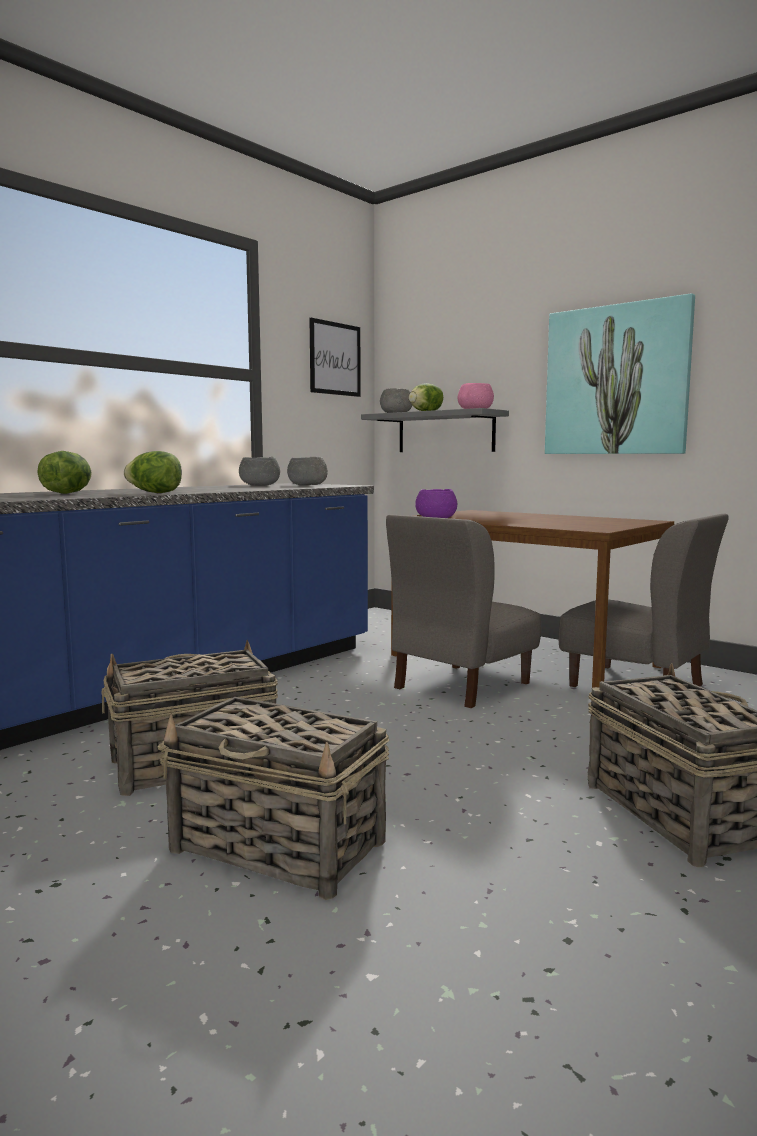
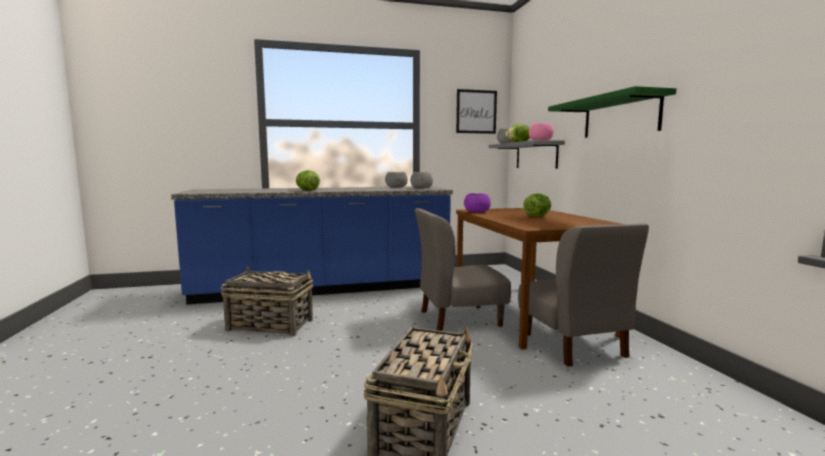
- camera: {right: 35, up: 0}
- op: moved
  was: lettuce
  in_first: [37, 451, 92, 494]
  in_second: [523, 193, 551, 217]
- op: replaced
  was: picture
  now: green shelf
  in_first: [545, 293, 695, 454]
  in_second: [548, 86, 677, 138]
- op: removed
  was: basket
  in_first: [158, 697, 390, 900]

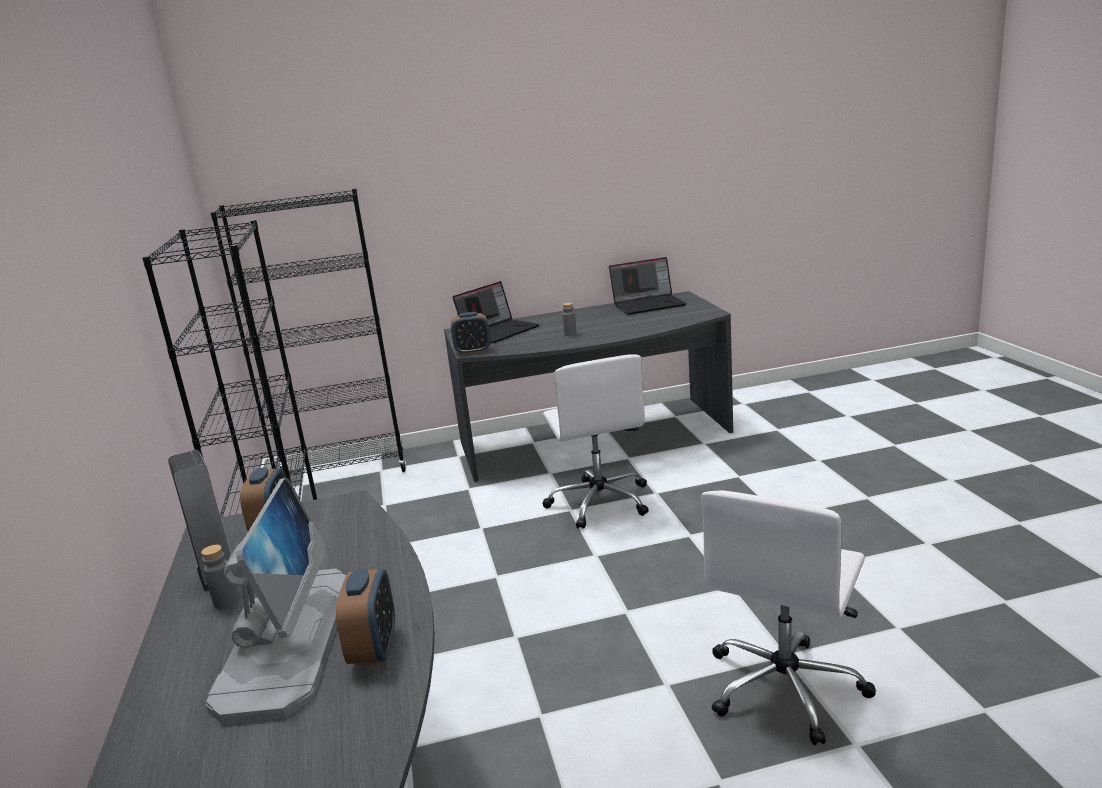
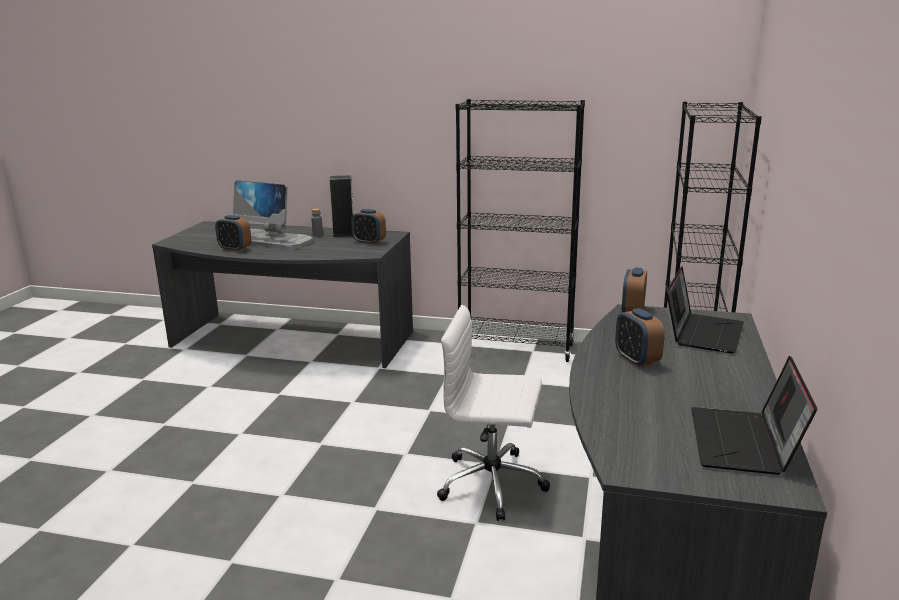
- camera: {right: 115, up: 0}
- op: replaced
  was: grey bottle
  now: alarm clock
  in_first: [563, 303, 577, 336]
  in_second: [615, 308, 665, 367]
- op: turned
  was: laptop
  in_first: [453, 281, 540, 343]
  in_second: [666, 266, 744, 354]
  clockwise: -135
- op: removed
  was: white office chair
  in_first: [701, 490, 876, 745]

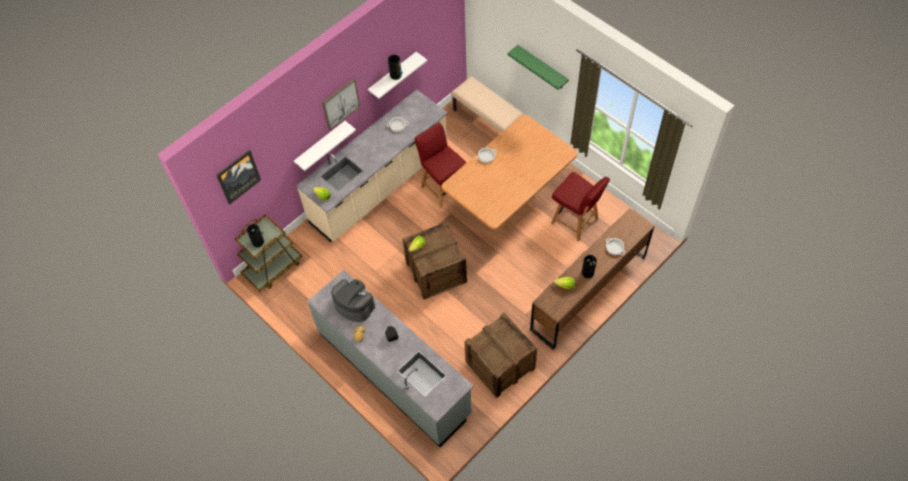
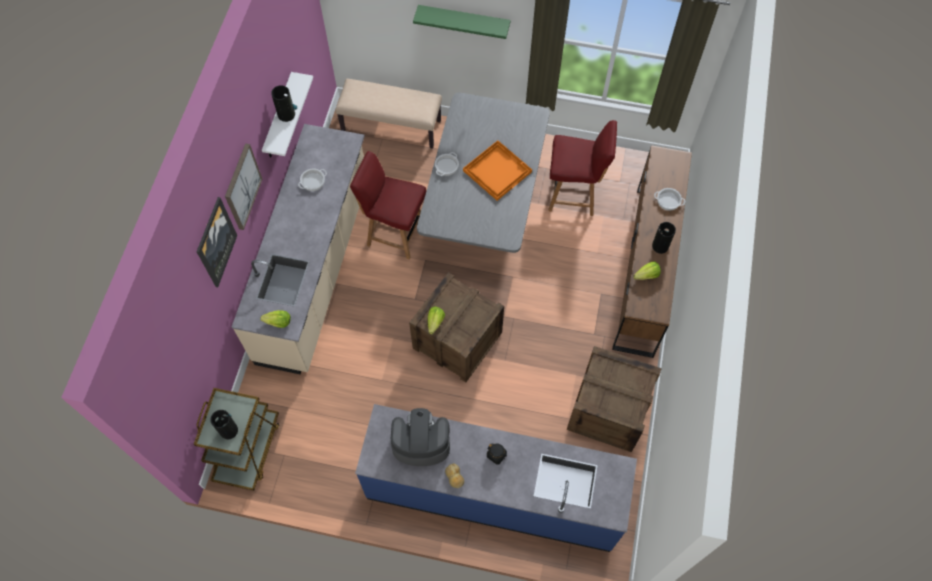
- camera: {right: -35, up: 5}
- op: moved
  was: picture
  in_first: [216, 150, 261, 205]
  in_second: [197, 197, 237, 287]
- op: recoloured
  was: grey counter
  now: blue counter
  in_first: [307, 270, 474, 447]
  in_second: [355, 404, 637, 552]
- op: recoloured
  was: brown dining table
  now: grey dining table
  in_first: [442, 115, 578, 230]
  in_second: [417, 93, 550, 253]
- op: added
  now: orange tray
  in_second: [463, 140, 532, 201]
- op: removed
  was: white shelf
  in_first: [294, 121, 356, 171]

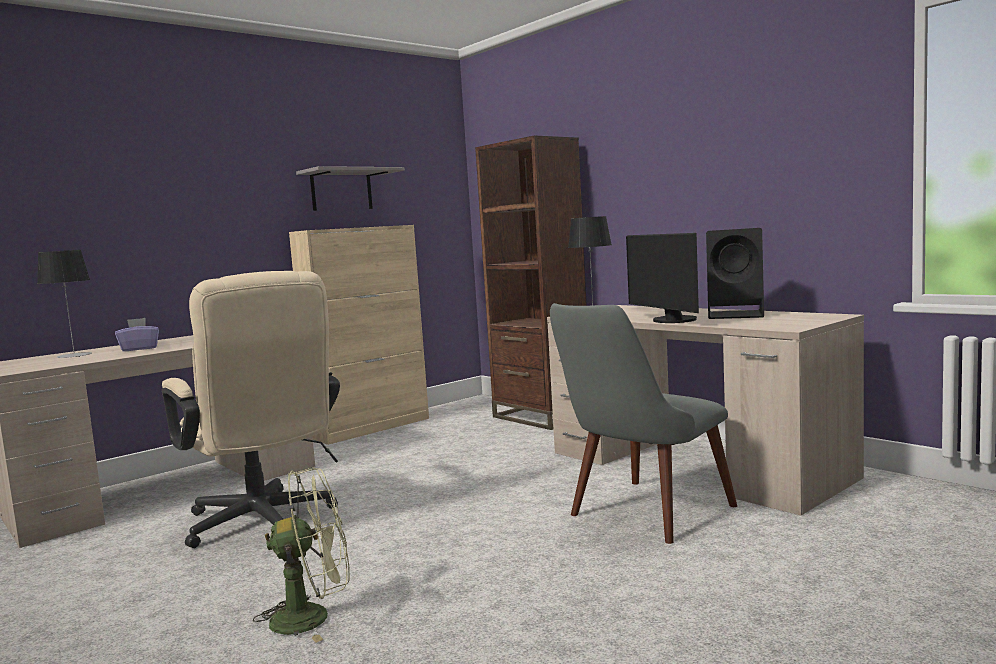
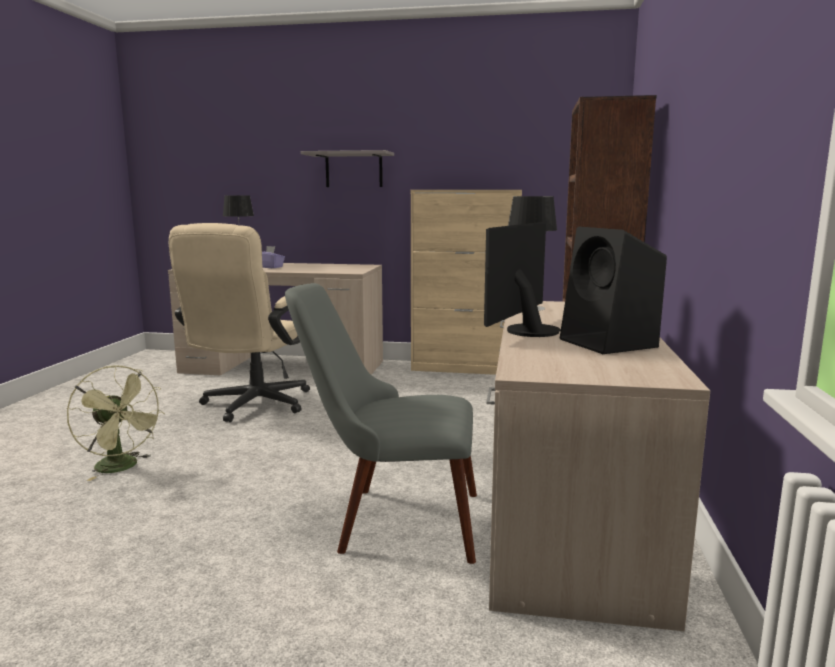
- camera: {right: 50, up: 5}
- op: moved
  was: grey shelf
  in_first: [296, 166, 405, 211]
  in_second: [301, 150, 394, 187]

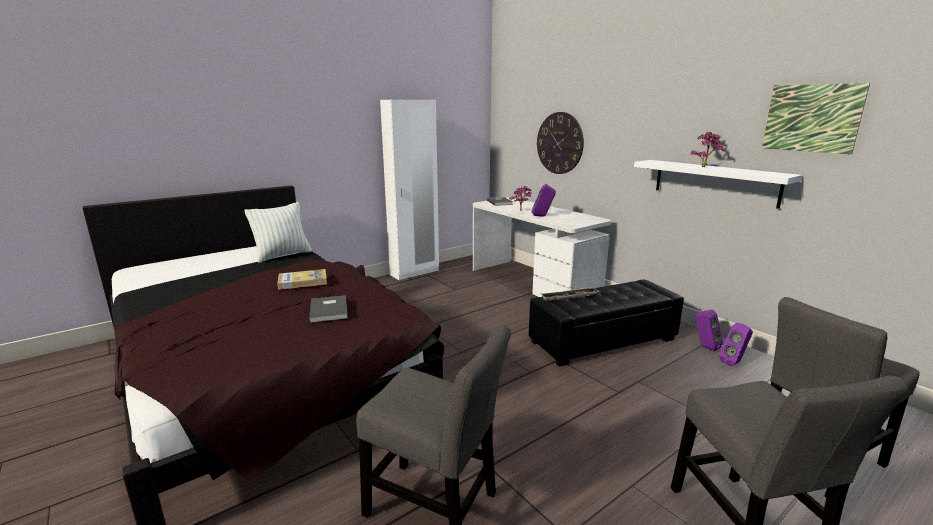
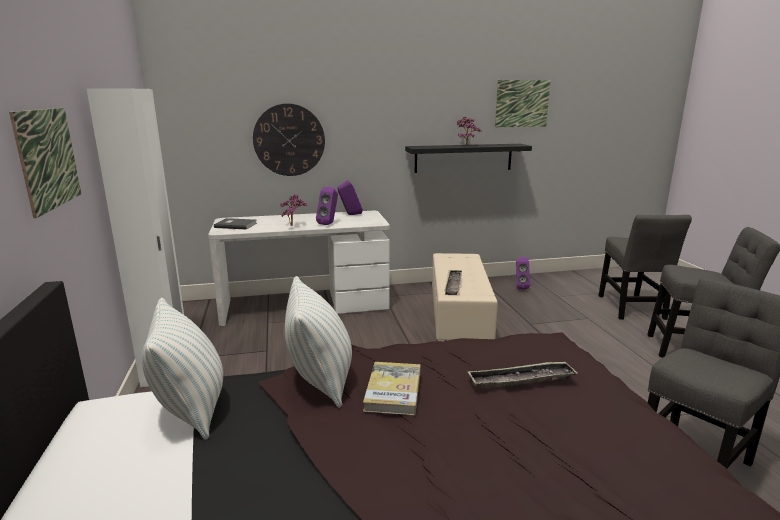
- camera: {right: -65, up: 0}
- op: added
  now: picture
  in_second: [9, 108, 81, 218]
- op: added
  now: pillow
  in_second: [285, 276, 352, 408]
- op: moved
  was: purple speaker
  in_first: [695, 309, 723, 351]
  in_second: [338, 180, 363, 215]
- op: recoloured
  was: white shelf
  now: black shelf
  in_first: [634, 160, 802, 209]
  in_second: [405, 144, 532, 173]
- op: recoloured
  was: black ottoman
  now: beige ottoman
  in_first: [529, 280, 684, 367]
  in_second: [432, 253, 498, 342]
- op: replaced
  was: grey book
  now: tray
  in_first: [309, 295, 348, 323]
  in_second: [468, 361, 577, 389]

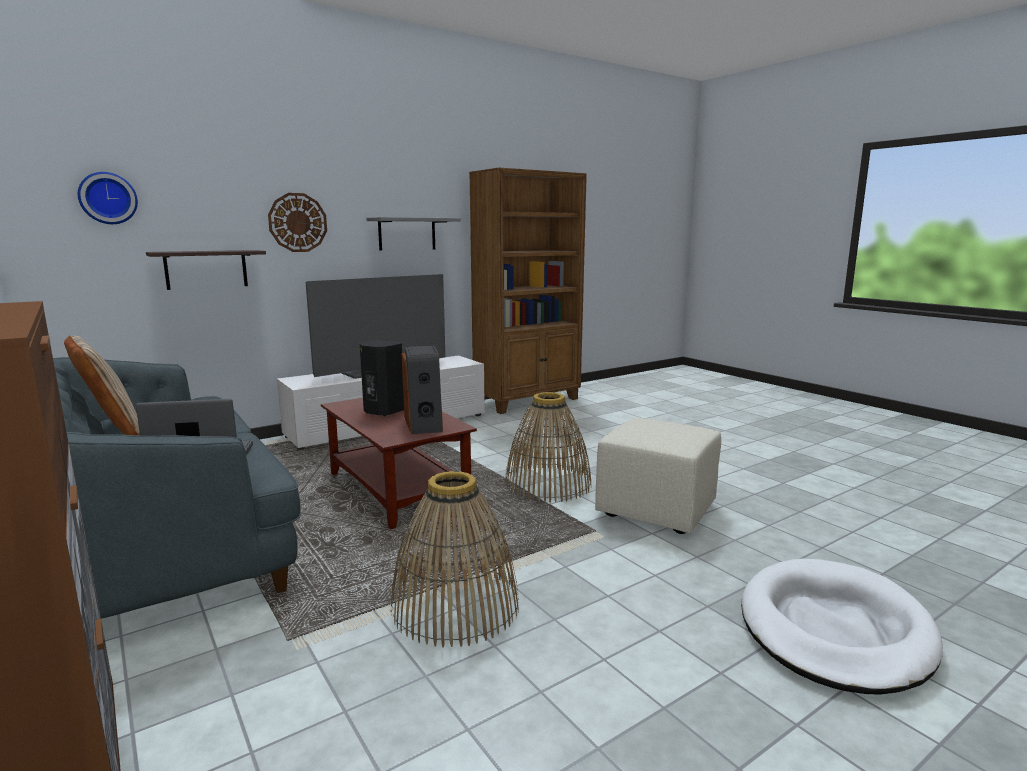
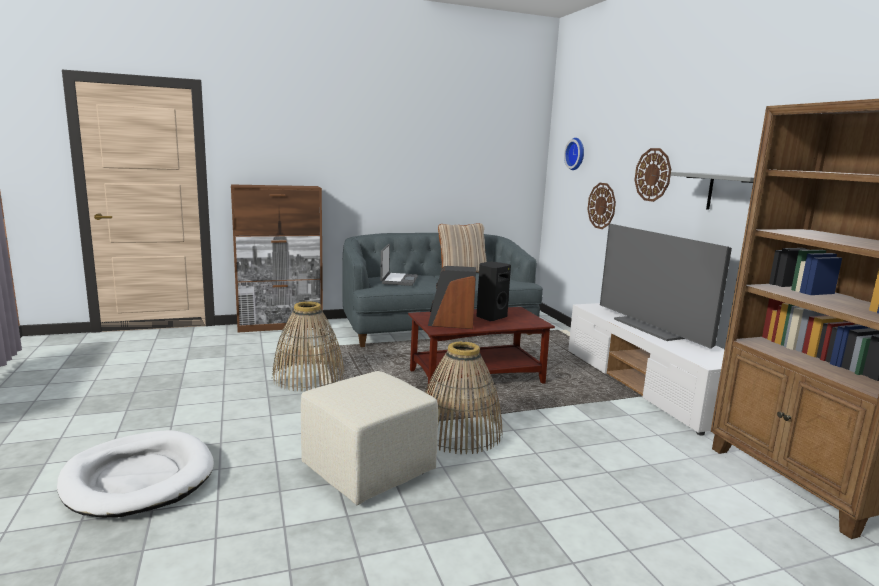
- camera: {right: 105, up: 0}
- op: replaced
  was: shelf
  now: wall clock
  in_first: [146, 250, 266, 290]
  in_second: [587, 183, 616, 229]

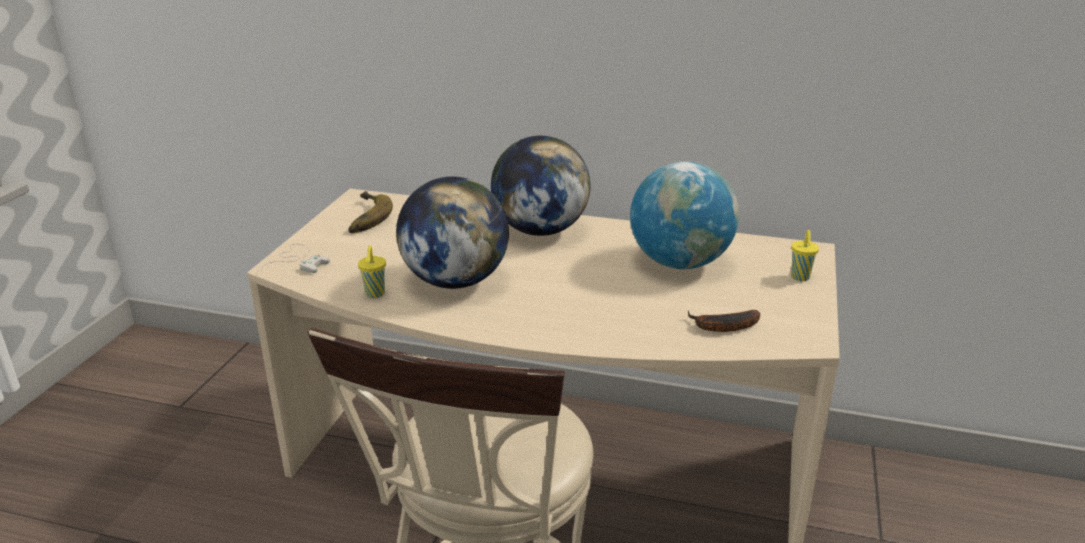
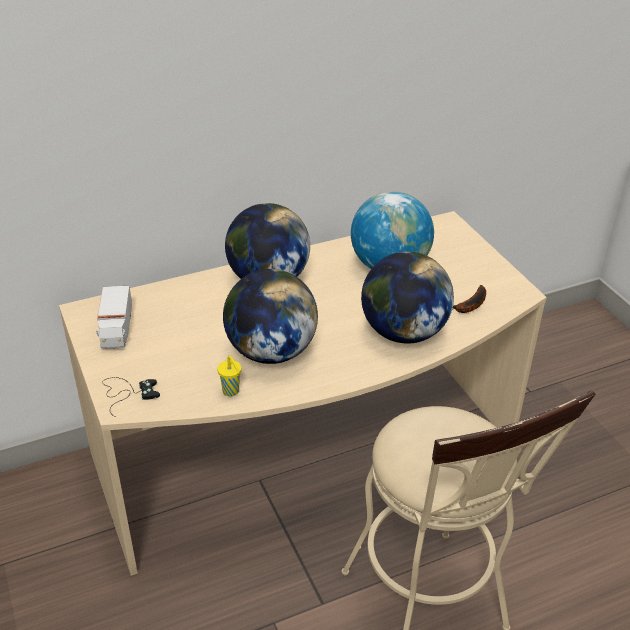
- camera: {right: -40, up: 10}
- op: replaced
  was: banana
  now: toy truck
  in_first: [348, 191, 393, 233]
  in_second: [96, 286, 132, 349]
- op: recoloured
  was: white game controller
  now: black game controller
  in_first: [261, 244, 330, 273]
  in_second: [102, 377, 160, 417]
- op: added
  now: globe
  in_second: [361, 251, 454, 344]
- op: removed
  was: yellow cup
  in_first: [791, 230, 819, 281]

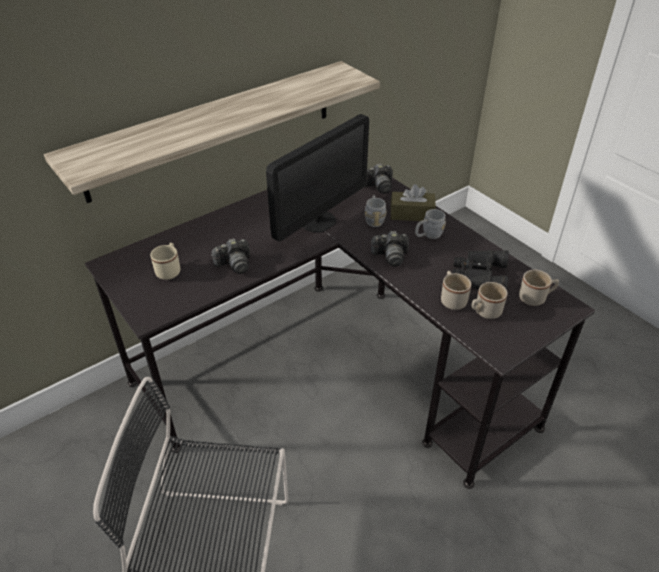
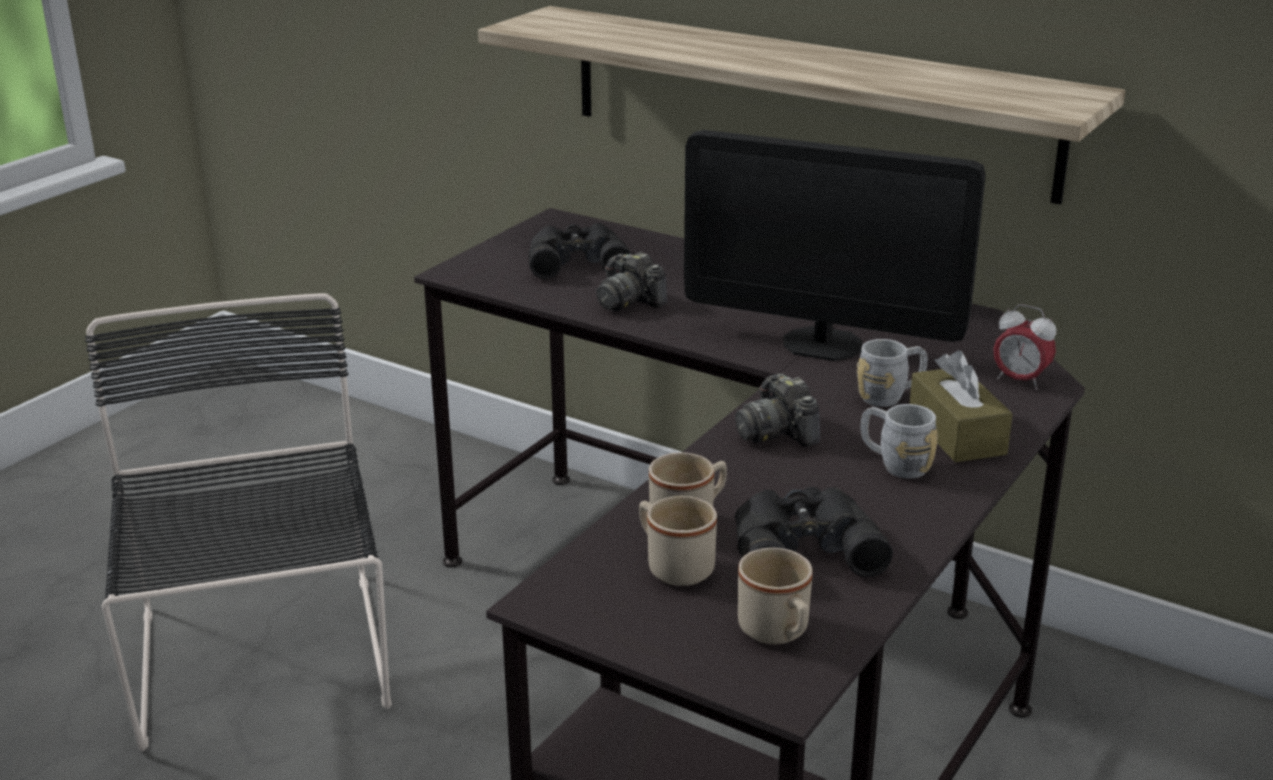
- camera: {right: 70, up: -15}
- op: replaced
  was: beige mug
  now: black binoculars
  in_first: [150, 243, 180, 280]
  in_second: [528, 223, 632, 279]
- op: replaced
  was: photo camera
  now: alarm clock
  in_first: [364, 163, 393, 194]
  in_second: [993, 304, 1056, 390]

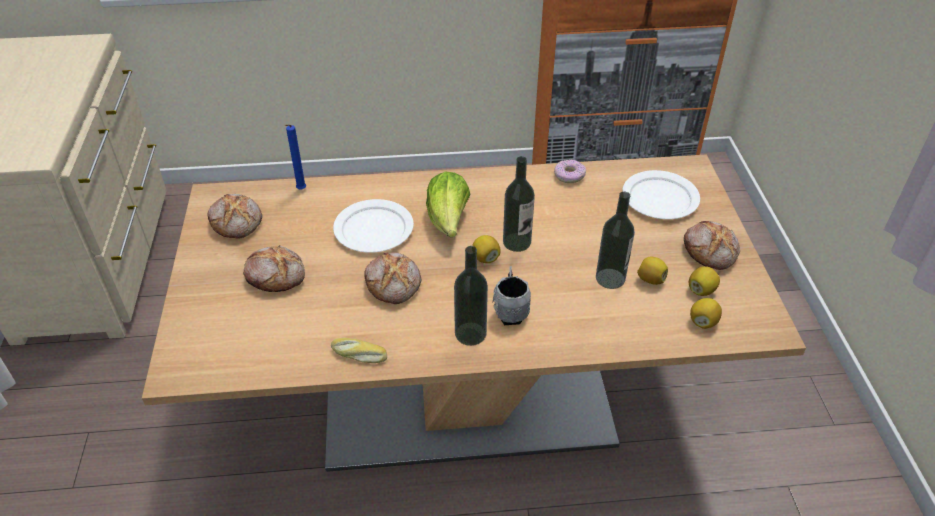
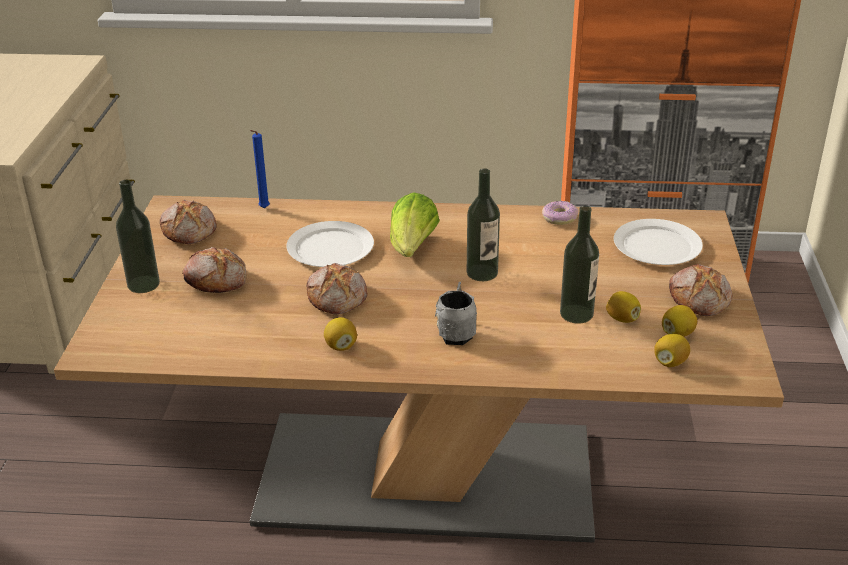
- camera: {right: 10, up: -10}
- op: moved
  was: bottle
  in_first: [454, 246, 488, 346]
  in_second: [116, 180, 160, 293]
- op: moved
  was: lemon
  in_first: [472, 235, 501, 263]
  in_second: [324, 317, 357, 351]
- op: removed
  was: bread
  in_first: [331, 338, 387, 363]

